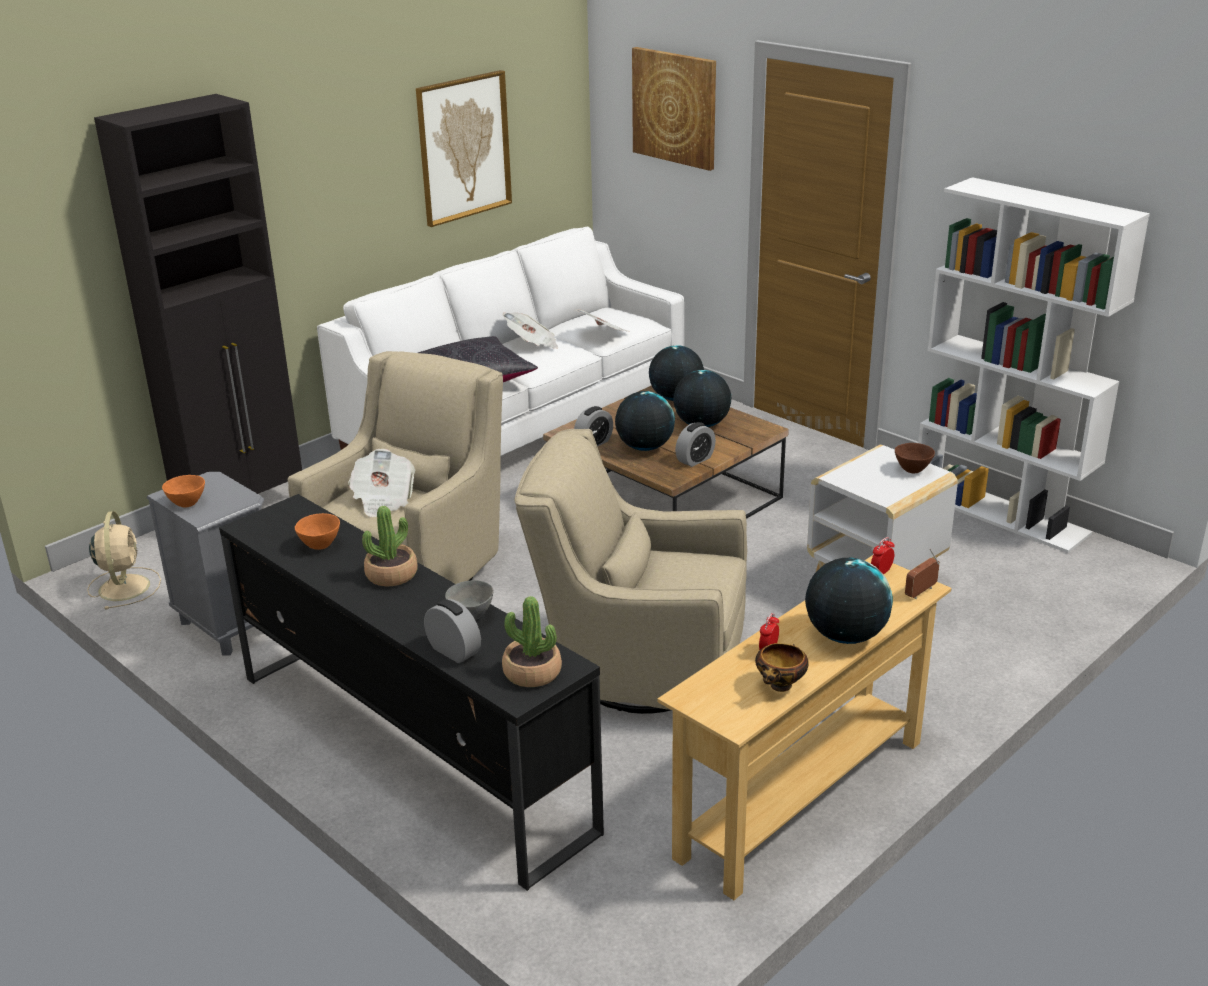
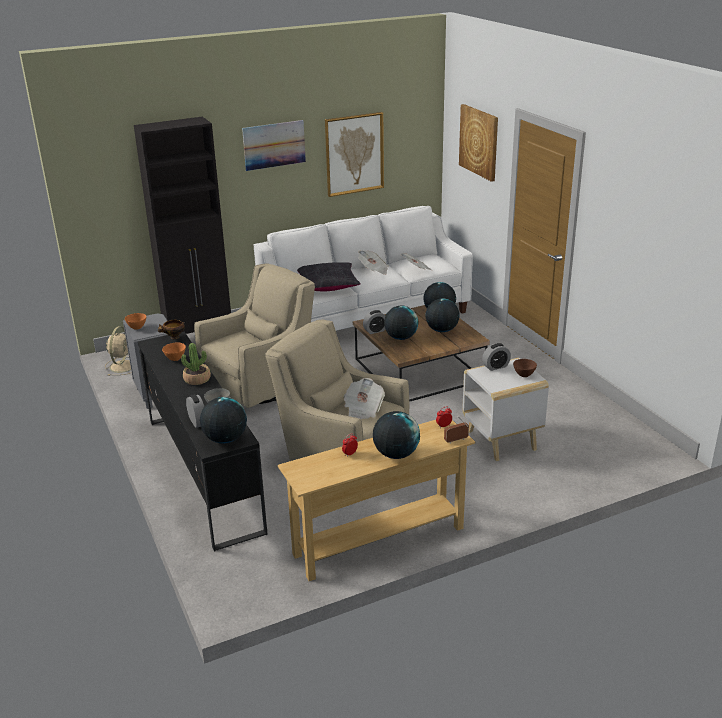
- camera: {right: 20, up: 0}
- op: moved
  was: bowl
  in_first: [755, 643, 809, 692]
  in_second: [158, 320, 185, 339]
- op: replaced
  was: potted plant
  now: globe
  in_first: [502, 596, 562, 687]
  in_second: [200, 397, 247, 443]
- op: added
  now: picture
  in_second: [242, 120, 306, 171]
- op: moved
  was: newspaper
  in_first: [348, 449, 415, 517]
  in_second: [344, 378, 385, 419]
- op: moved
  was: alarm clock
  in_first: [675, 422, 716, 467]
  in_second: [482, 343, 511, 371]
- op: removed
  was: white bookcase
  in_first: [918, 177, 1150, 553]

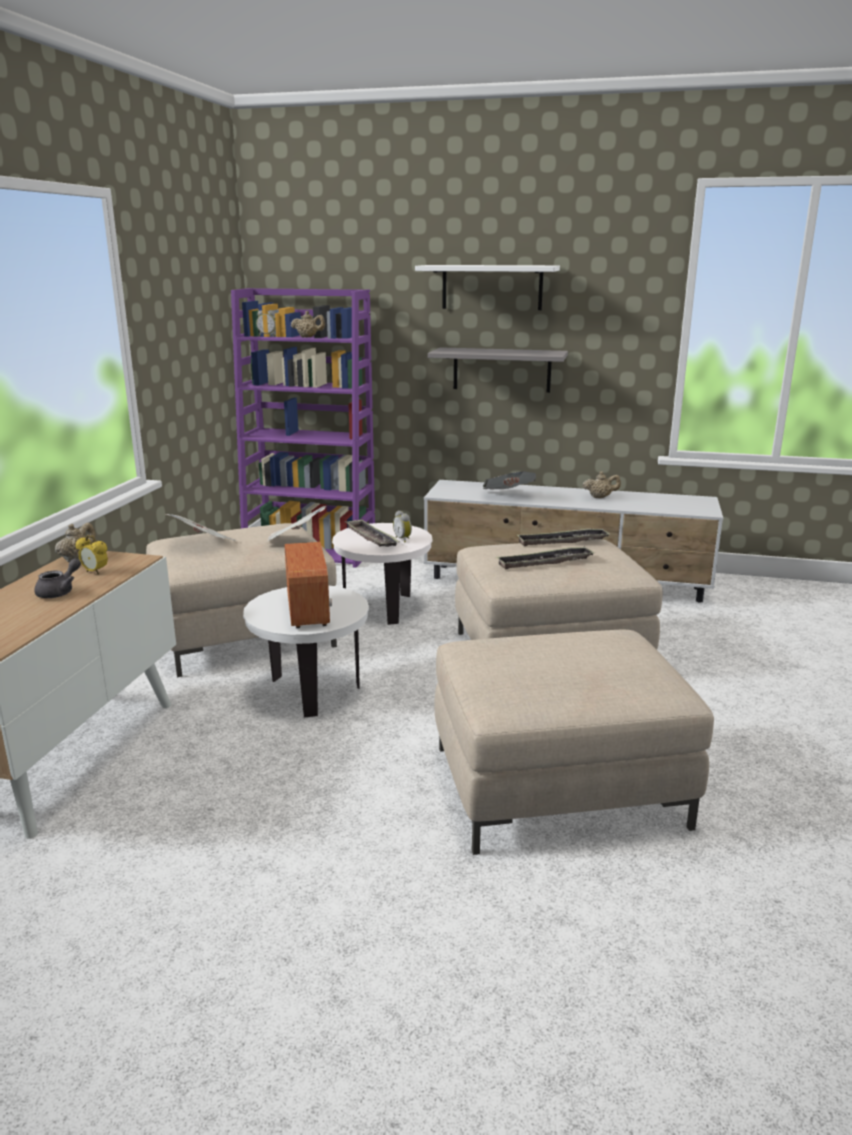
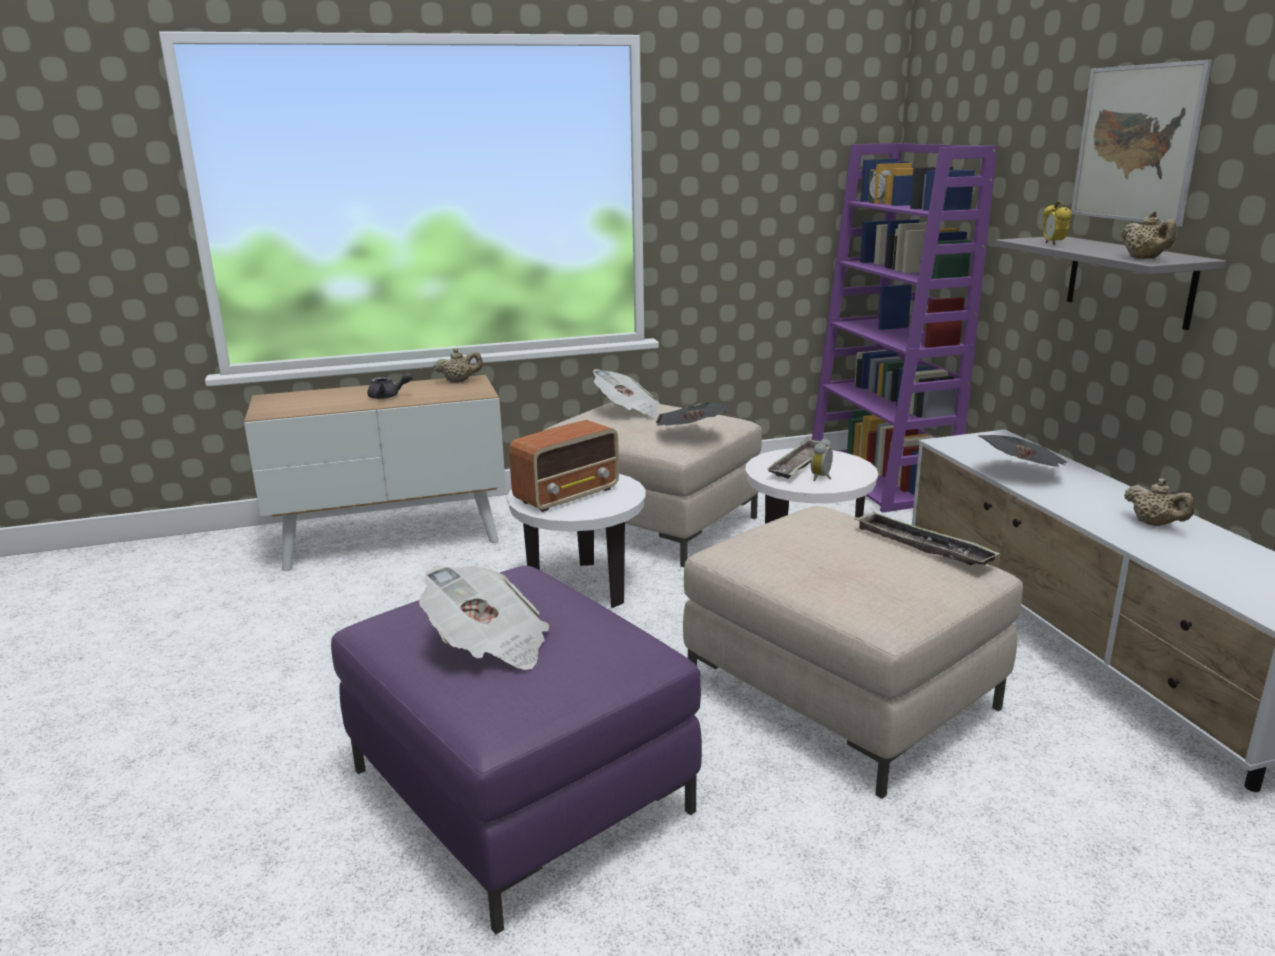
- camera: {right: 60, up: 0}
- op: recoloured
  was: beige ottoman
  now: purple ottoman
  in_first: [434, 630, 714, 855]
  in_second: [331, 566, 702, 934]
- op: added
  now: newspaper
  in_second: [419, 566, 549, 670]
- op: moved
  was: alarm clock
  in_first: [76, 535, 108, 575]
  in_second: [1043, 201, 1072, 245]
- op: replaced
  was: white shelf
  now: picture
  in_first: [415, 265, 560, 310]
  in_second: [1071, 60, 1212, 227]
- op: moved
  was: beige teapot
  in_first: [291, 311, 325, 338]
  in_second: [1121, 211, 1177, 259]
- op: removed
  was: tray
  in_first: [496, 546, 594, 569]

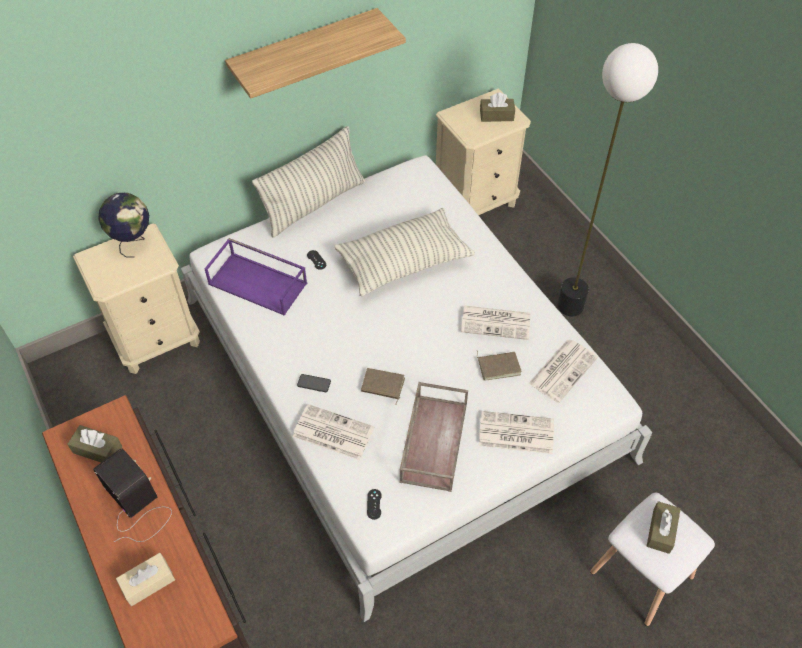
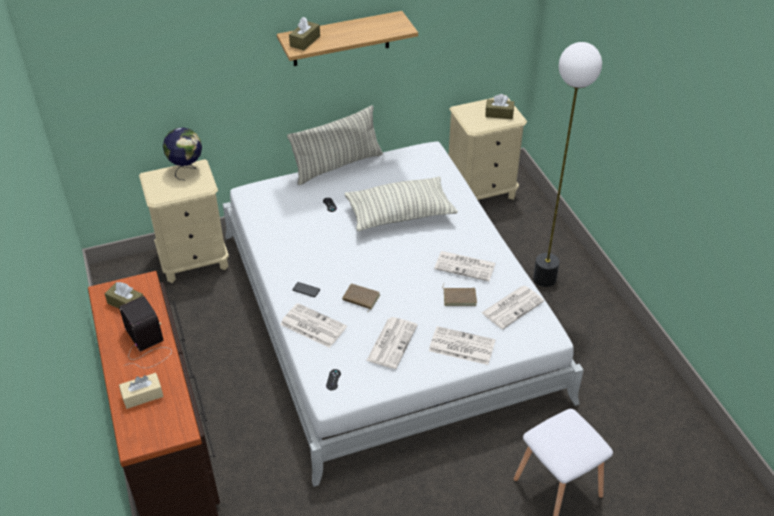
- camera: {right: 10, up: -10}
- op: moved
  was: brown tissue box
  in_first: [647, 501, 681, 554]
  in_second: [289, 17, 320, 51]
- op: replaced
  was: brown tray
  now: newspaper
  in_first: [400, 382, 468, 492]
  in_second: [366, 317, 417, 369]
- op: removed
  was: purple tray
  in_first: [205, 238, 307, 316]

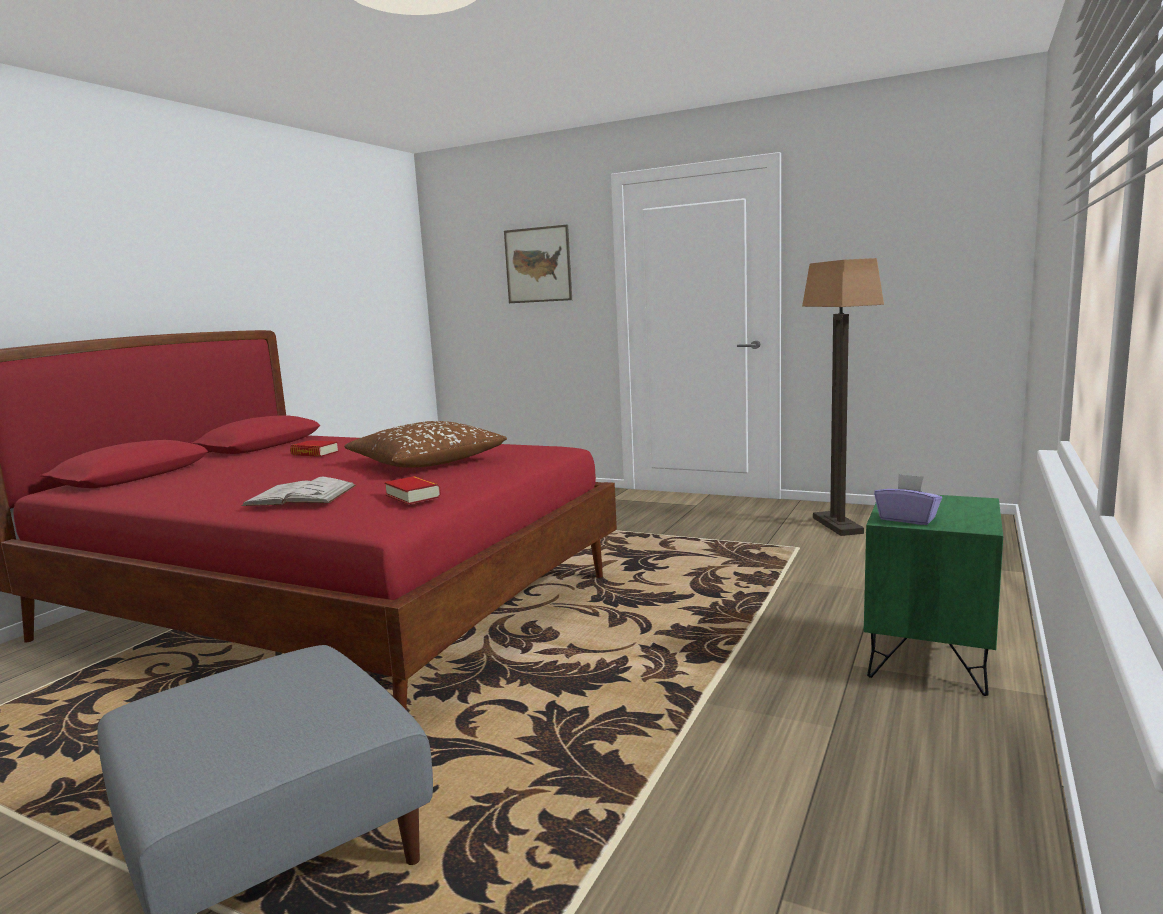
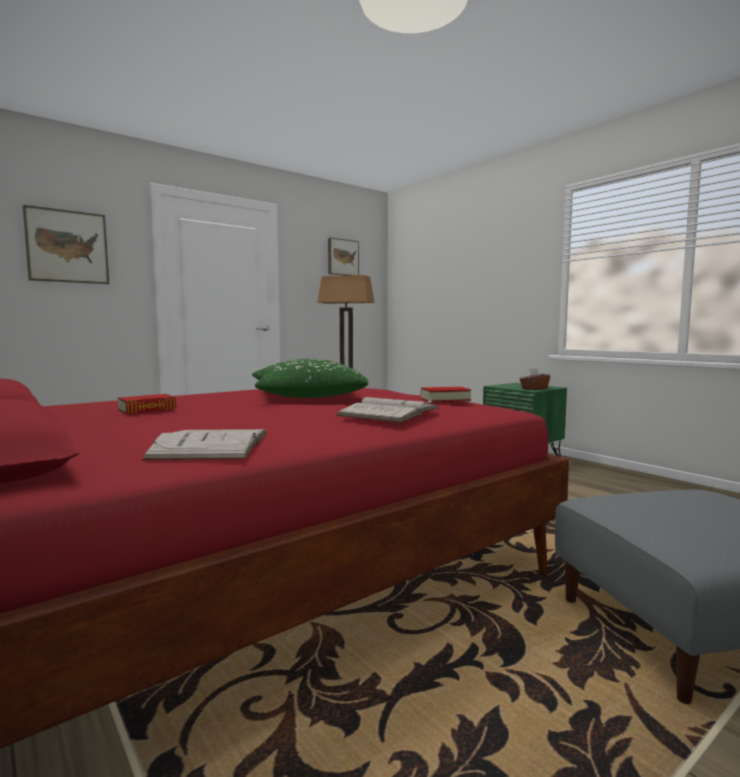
- camera: {right: -65, up: -5}
- op: added
  now: white book
  in_second: [141, 429, 267, 460]
- op: recoloured
  was: brown pillow
  now: green pillow
  in_first: [344, 421, 507, 468]
  in_second: [252, 359, 369, 398]
- op: added
  now: picture
  in_second: [328, 238, 359, 276]
- op: recoloured
  was: purple tissue box
  now: brown tissue box
  in_first: [874, 474, 942, 525]
  in_second: [520, 368, 550, 390]

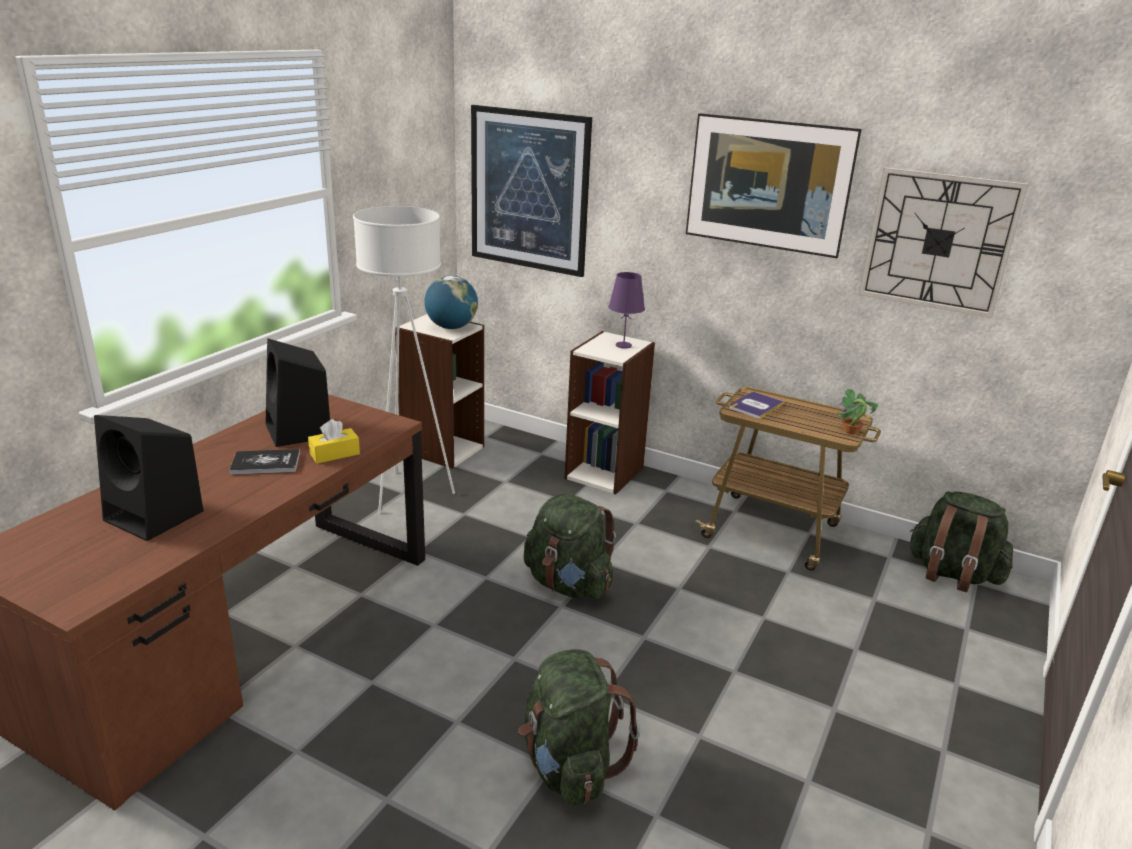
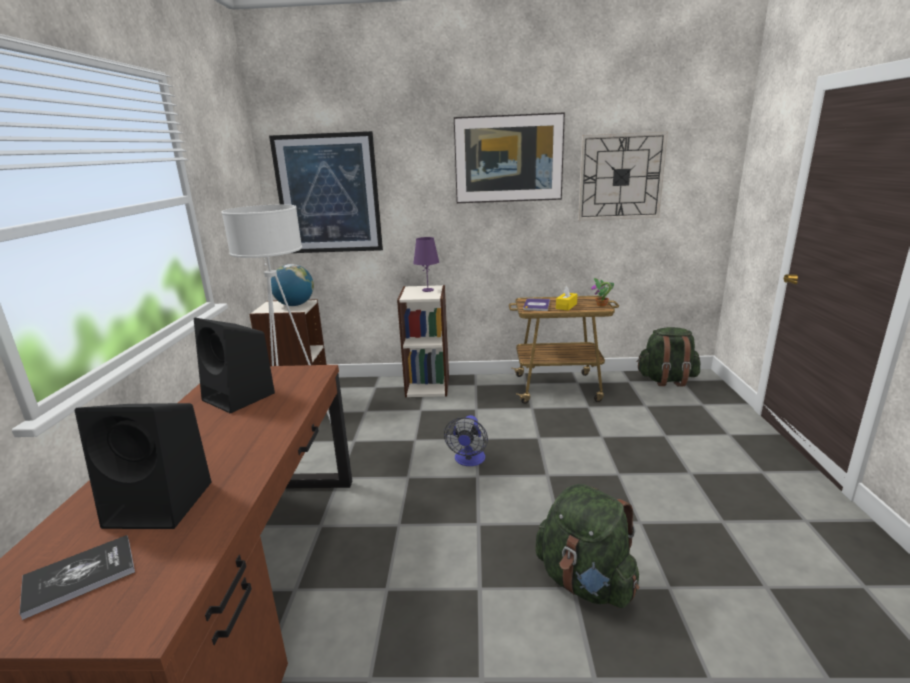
- camera: {right: -25, up: -5}
- op: moved
  was: book
  in_first: [229, 449, 300, 475]
  in_second: [19, 535, 135, 620]
- op: replaced
  was: green backpack
  now: fan
  in_first: [524, 493, 616, 599]
  in_second: [444, 415, 488, 466]
- op: moved
  was: yellow tissue box
  in_first: [308, 419, 360, 464]
  in_second: [556, 286, 577, 311]

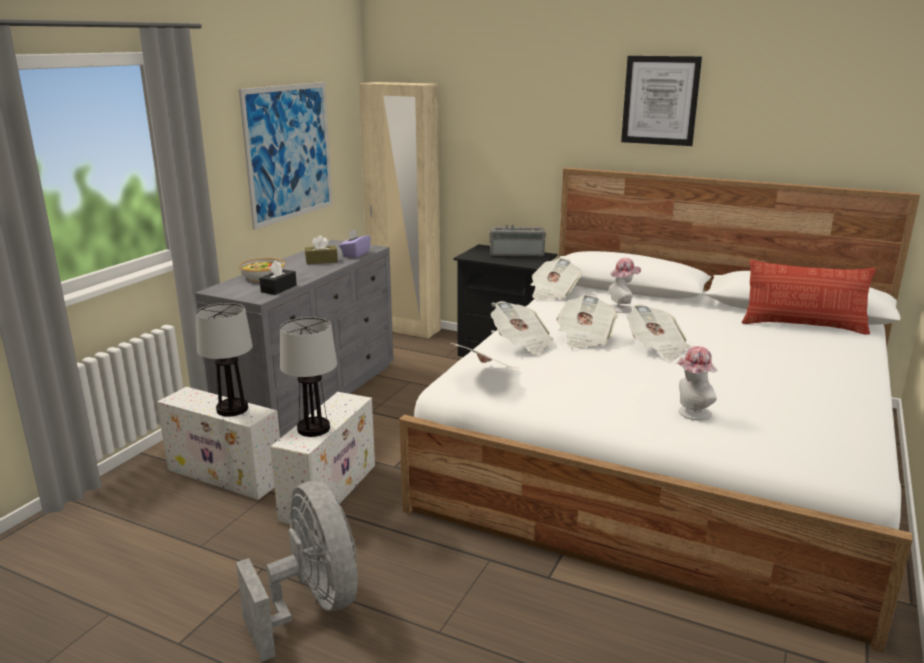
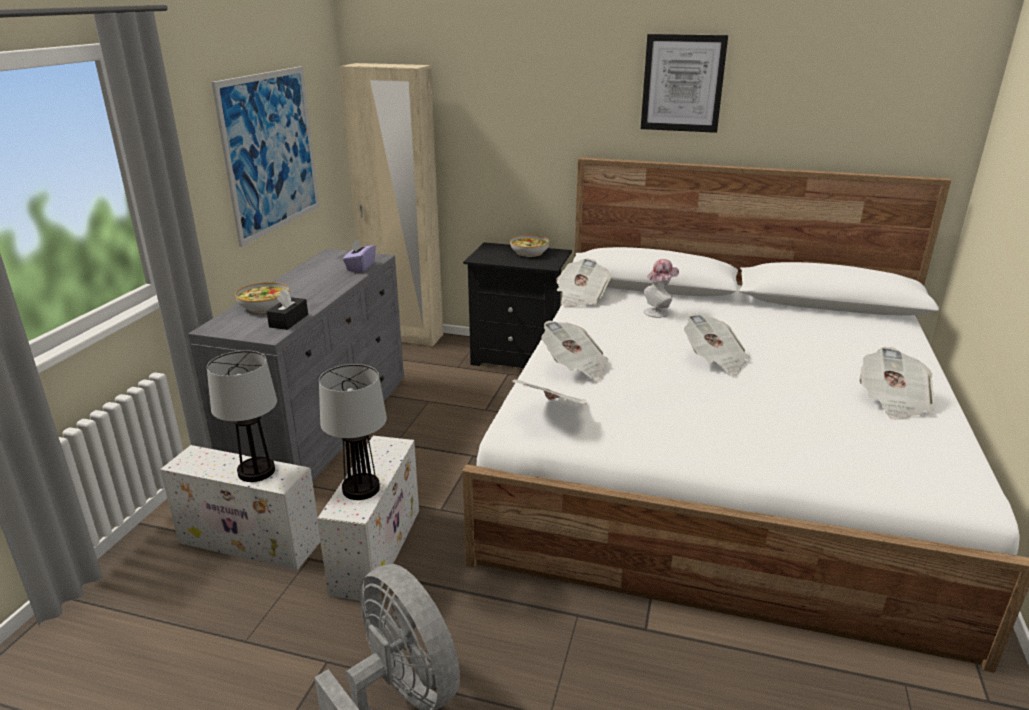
- camera: {right: -10, up: 5}
- op: replaced
  was: radio
  now: bowl
  in_first: [489, 225, 546, 256]
  in_second: [510, 235, 550, 257]
- op: moved
  was: newspaper
  in_first: [556, 294, 618, 349]
  in_second: [859, 347, 934, 420]
- op: removed
  was: brown tissue box
  in_first: [305, 235, 338, 264]
- op: removed
  was: hat
  in_first: [675, 346, 717, 420]
- op: removed
  was: pillow
  in_first: [742, 259, 876, 335]

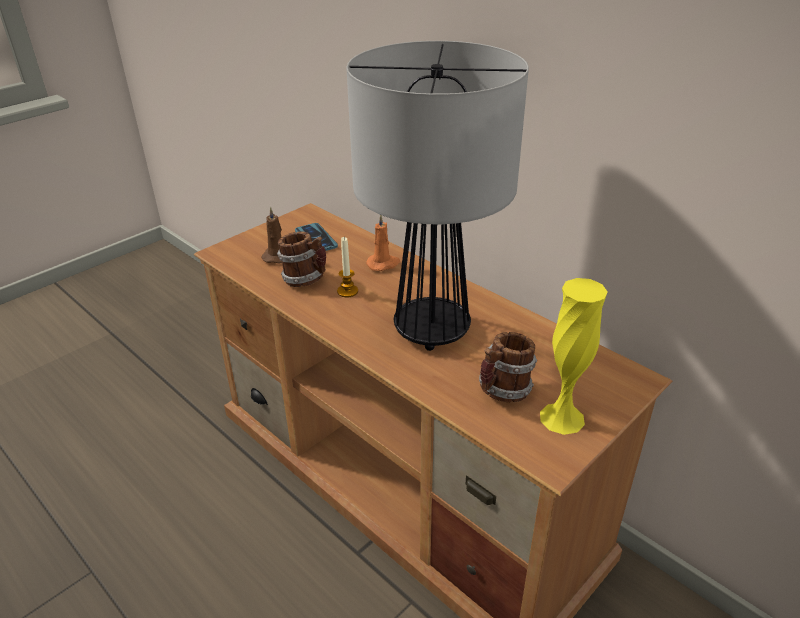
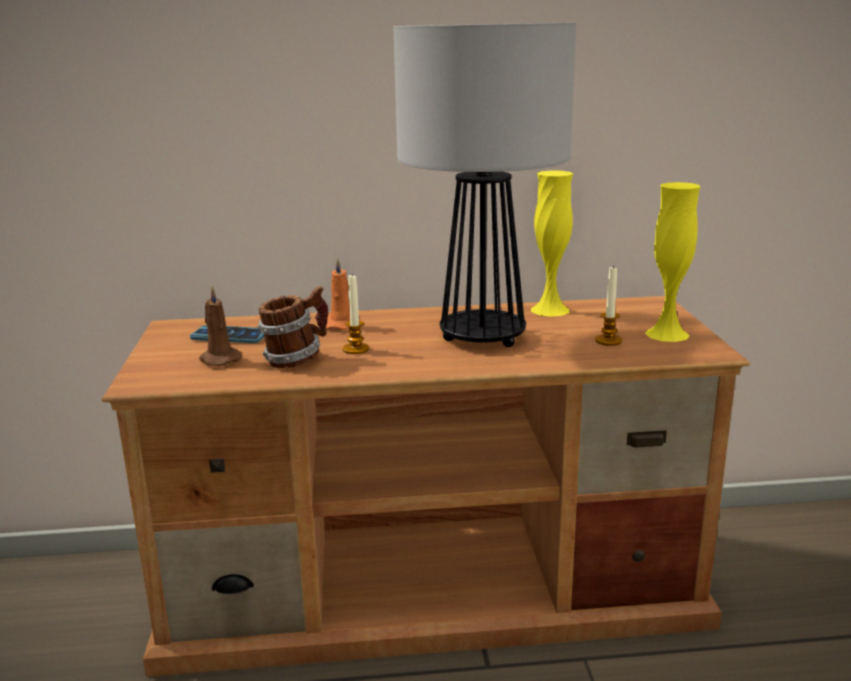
- camera: {right: -50, up: -15}
- op: added
  now: yellow vase
  in_second: [531, 171, 573, 317]
- op: replaced
  was: mug
  now: candle
  in_first: [479, 332, 537, 402]
  in_second: [595, 265, 622, 346]

